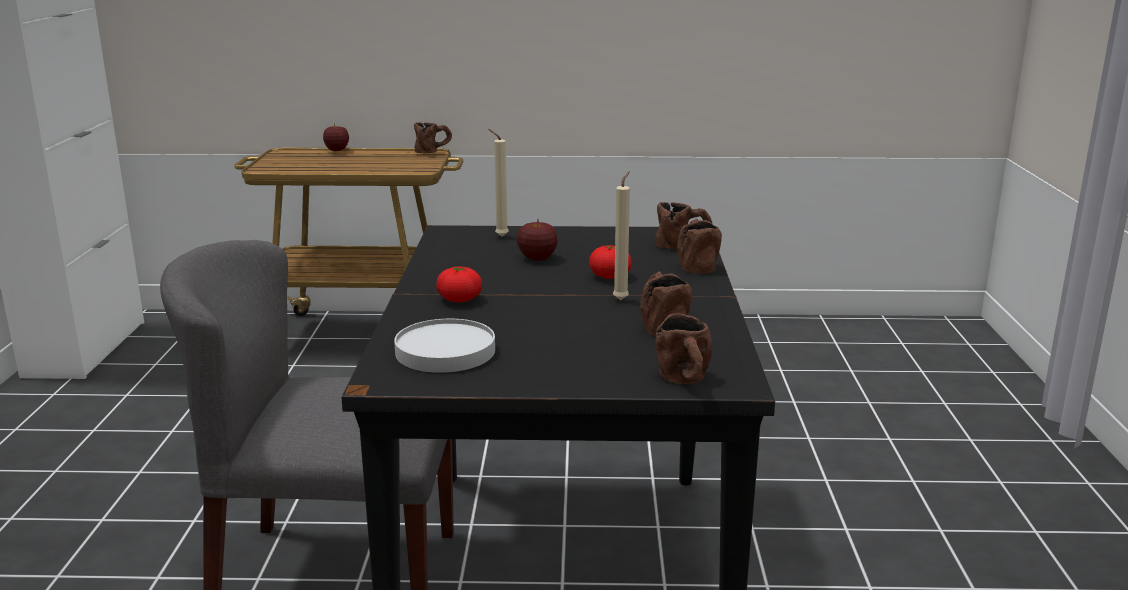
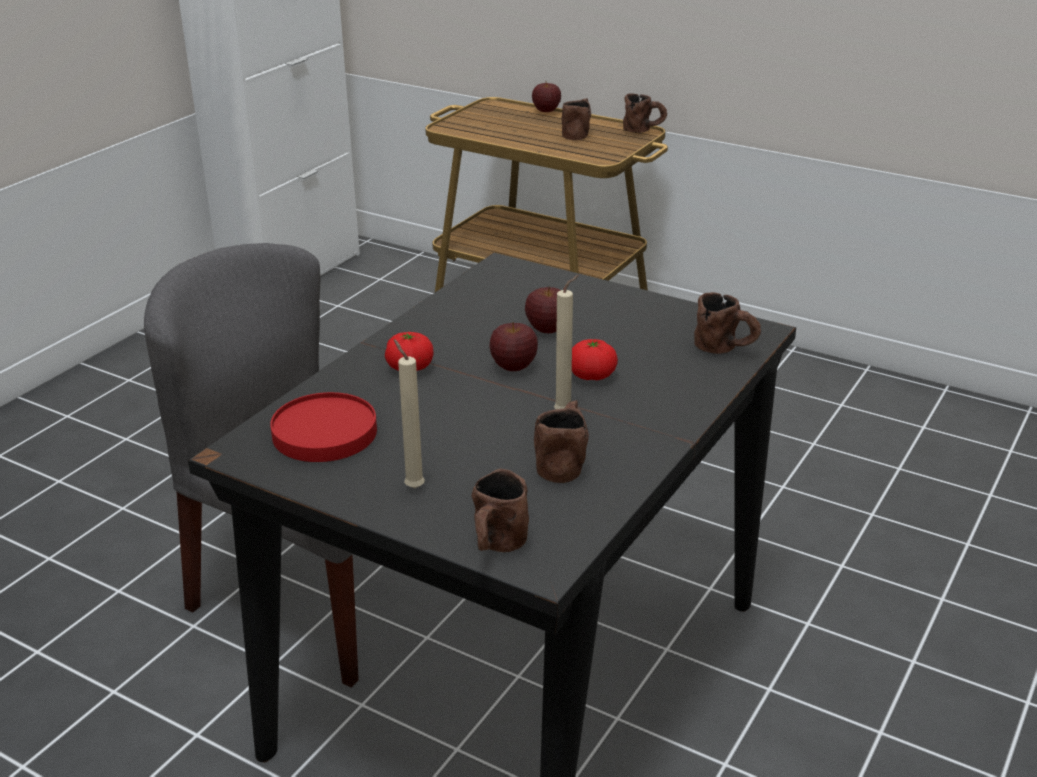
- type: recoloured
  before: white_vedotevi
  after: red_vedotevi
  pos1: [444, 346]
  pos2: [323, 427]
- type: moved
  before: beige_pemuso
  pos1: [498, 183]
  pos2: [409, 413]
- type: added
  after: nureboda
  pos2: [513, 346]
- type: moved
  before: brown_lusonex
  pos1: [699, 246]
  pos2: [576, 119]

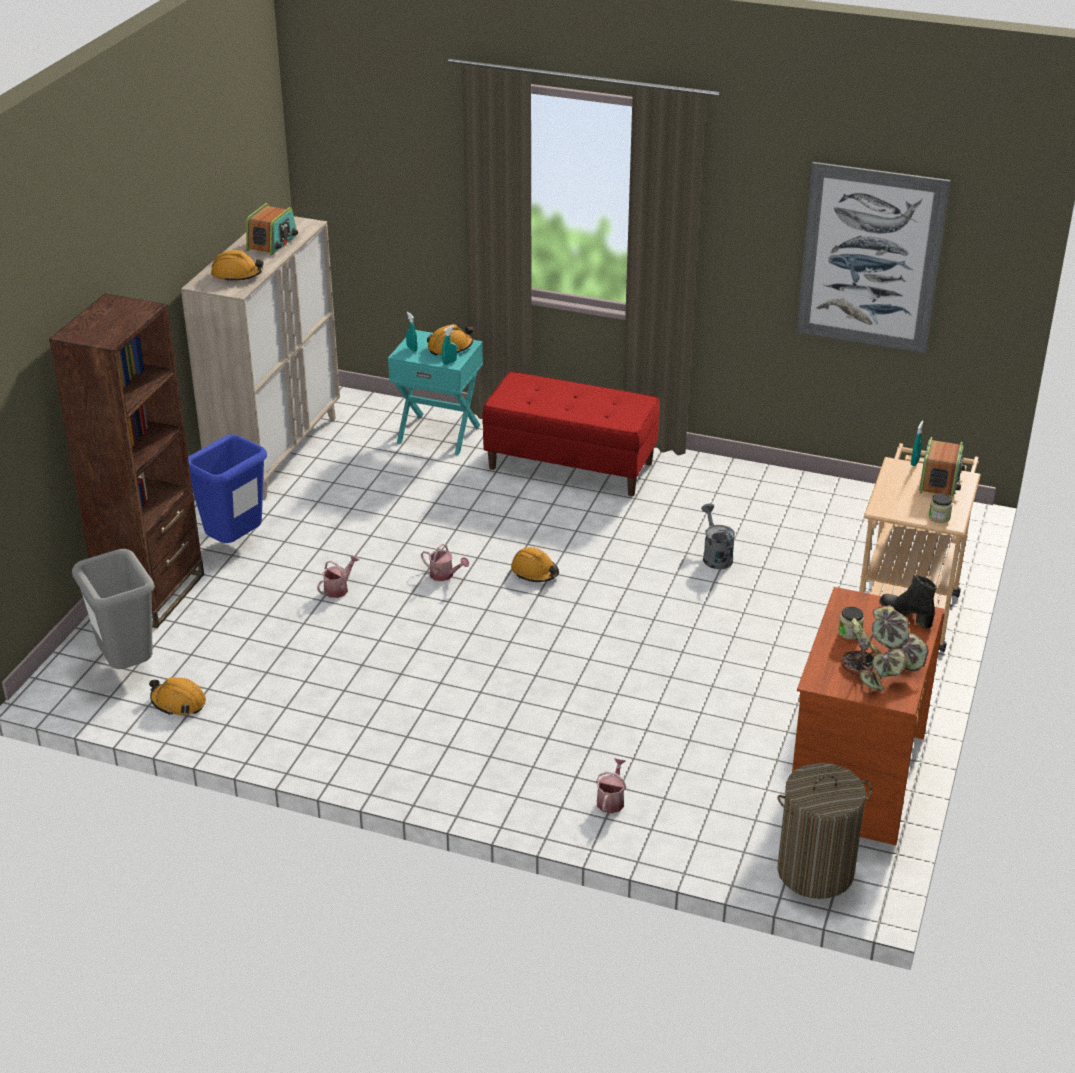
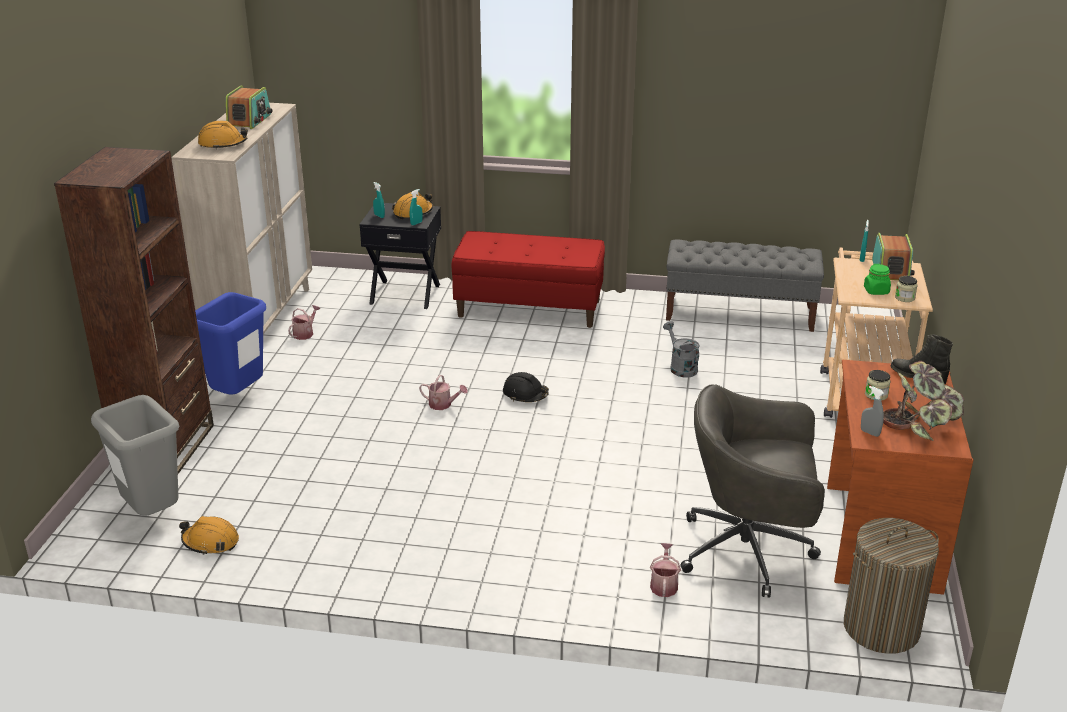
- type: moved
  before: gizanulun
  pos1: [338, 576]
  pos2: [304, 322]
- type: recoloured
  before: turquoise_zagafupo
  after: black_zagafupo
  pos1: [435, 392]
  pos2: [400, 256]
- type: recoloured
  before: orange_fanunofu
  after: black_fanunofu
  pos1: [535, 564]
  pos2: [526, 387]
- type: added
  after: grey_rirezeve
  pos2: [745, 286]
- type: added
  after: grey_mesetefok
  pos2: [752, 491]
- type: added
  after: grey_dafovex
  pos2: [872, 411]
- type: added
  after: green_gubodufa
  pos2: [877, 279]
- type: removed
  before: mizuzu
  pos1: [873, 257]

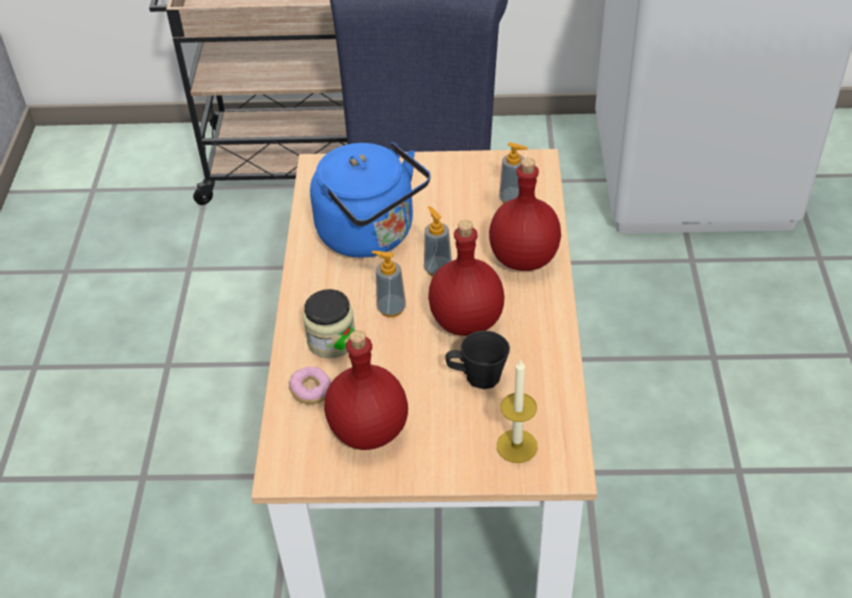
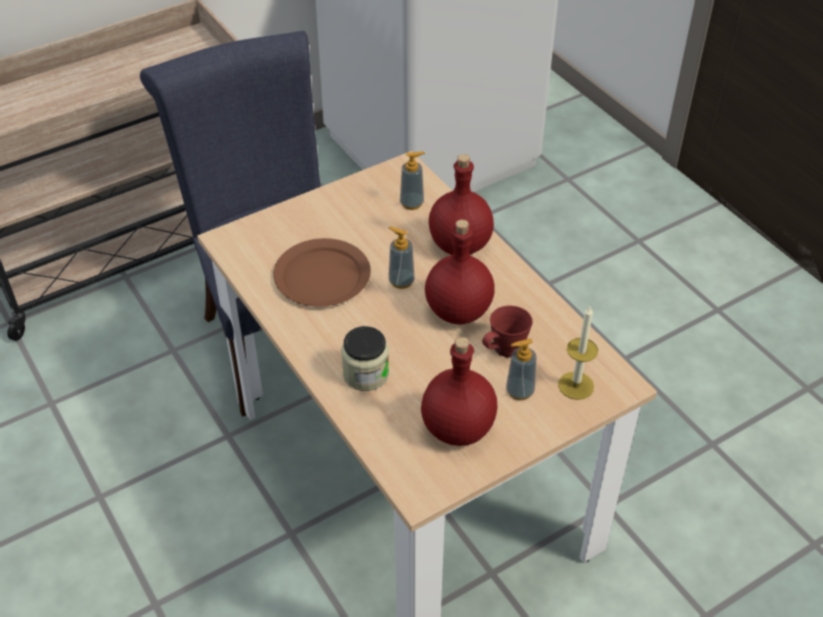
- type: replaced
  before: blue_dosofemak
  after: brown_vedotevi
  pos1: [370, 200]
  pos2: [322, 272]
- type: recoloured
  before: black_lusonex
  after: red_lusonex
  pos1: [477, 360]
  pos2: [507, 332]
- type: moved
  before: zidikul
  pos1: [389, 284]
  pos2: [521, 369]
- type: removed
  before: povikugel
  pos1: [310, 385]

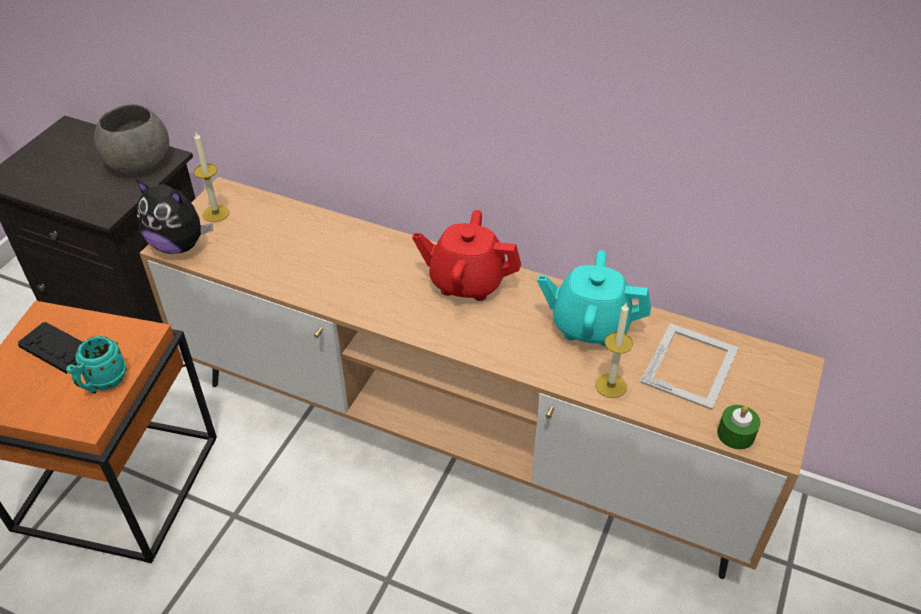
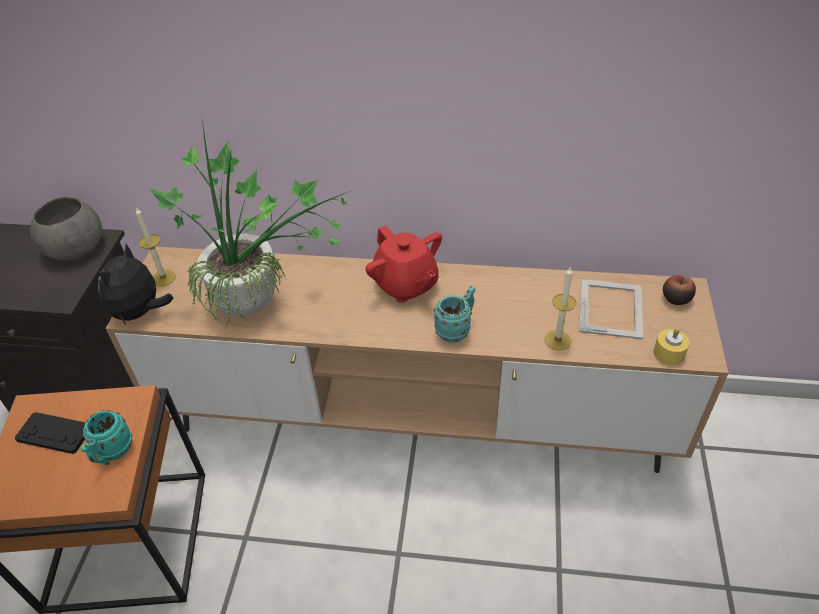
- type: turned
  before: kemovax
  pos1: [174, 216]
  pos2: [135, 284]
  turn: 105
- type: added
  after: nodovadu
  pos2: [249, 225]
- type: turned
  before: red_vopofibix
  pos1: [466, 255]
  pos2: [403, 264]
  turn: -120
- type: added
  after: turquoise_lusonex
  pos2: [454, 314]
- type: recoloured
  before: green_pemuso
  after: yellow_pemuso
  pos1: [739, 427]
  pos2: [671, 346]
- type: added
  after: nureboda
  pos2: [679, 290]
- type: removed
  before: turquoise_vopofibix
  pos1: [594, 298]

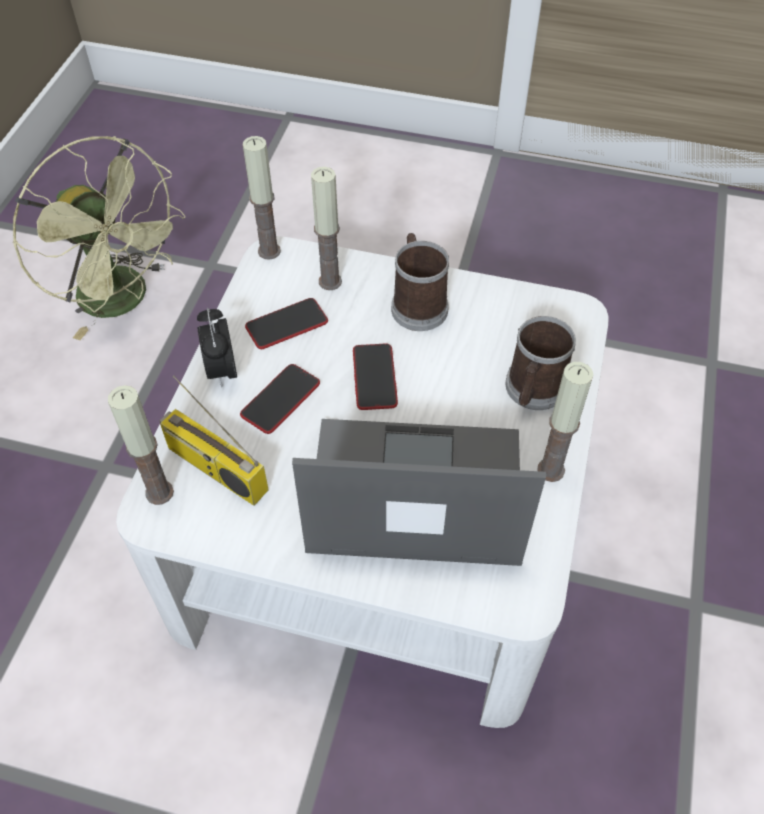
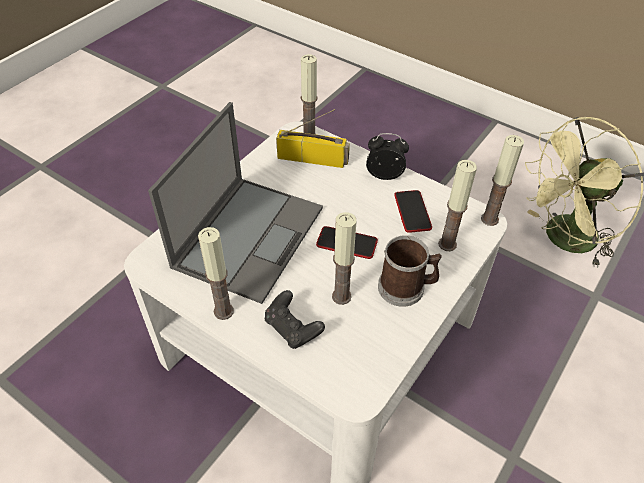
- type: replaced
  before: lusonex
  after: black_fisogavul
  pos1: [540, 363]
  pos2: [295, 319]
- type: turned
  before: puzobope
  pos1: [214, 440]
  pos2: [313, 138]
  turn: 45
- type: added
  after: pemuso
  pos2: [344, 258]
- type: removed
  before: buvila
  pos1: [280, 399]

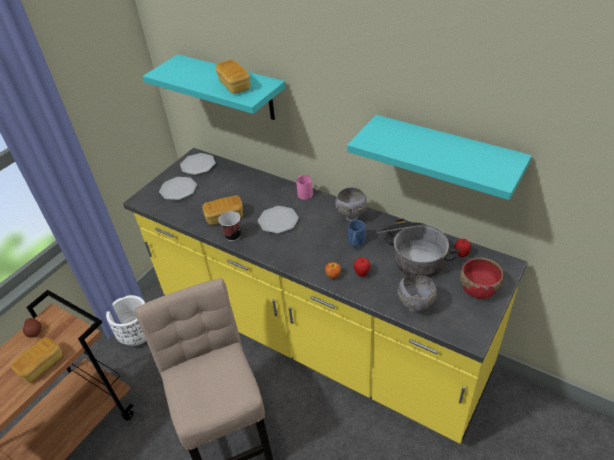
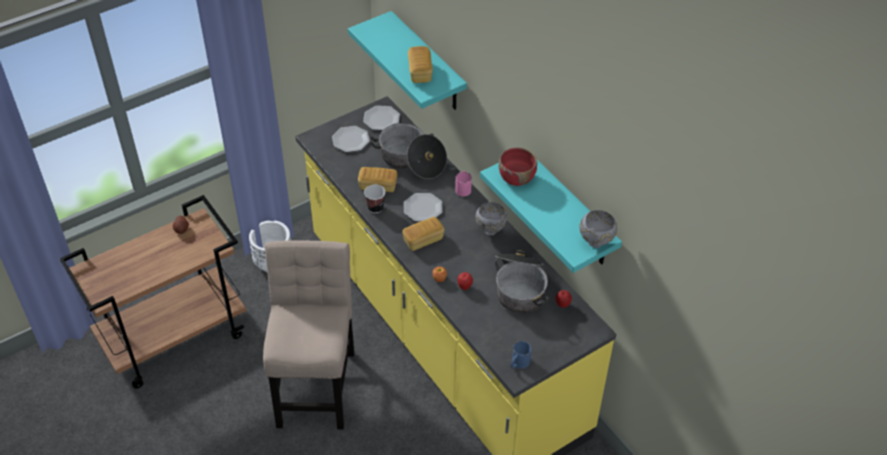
- type: added
  after: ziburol
  pos2: [408, 151]
- type: moved
  before: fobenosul
  pos1: [36, 360]
  pos2: [423, 234]
- type: moved
  before: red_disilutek
  pos1: [481, 278]
  pos2: [518, 167]
- type: moved
  before: blue_lusonex
  pos1: [356, 234]
  pos2: [521, 355]
- type: moved
  before: grey_disilutek
  pos1: [417, 293]
  pos2: [598, 229]

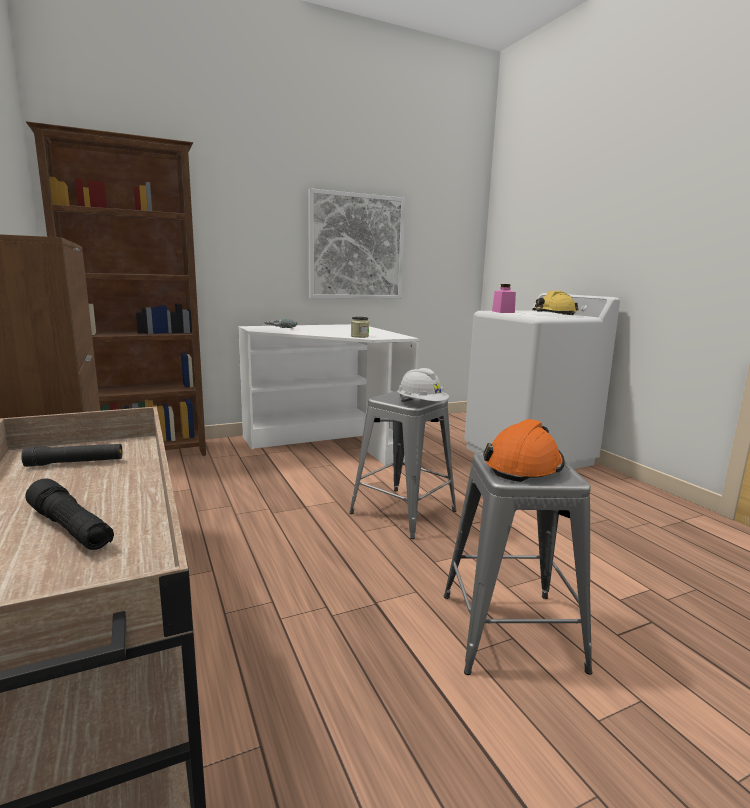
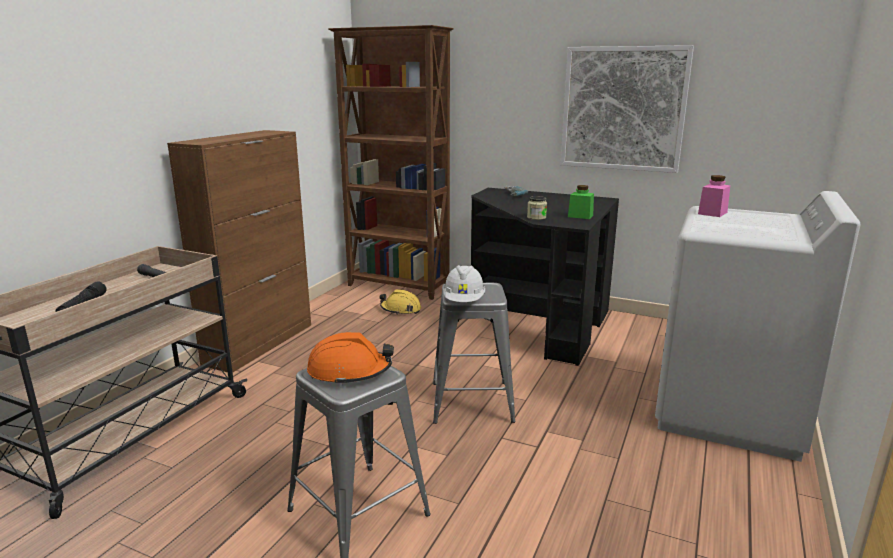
- type: moved
  before: yellow_fanunofu
  pos1: [555, 303]
  pos2: [400, 302]
- type: recoloured
  before: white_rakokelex
  after: black_rakokelex
  pos1: [328, 395]
  pos2: [545, 277]
- type: added
  after: green_gubodufa
  pos2: [581, 202]

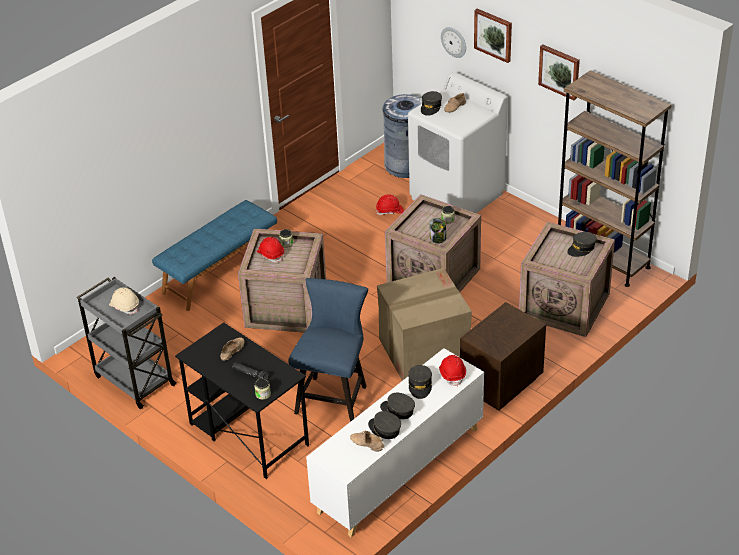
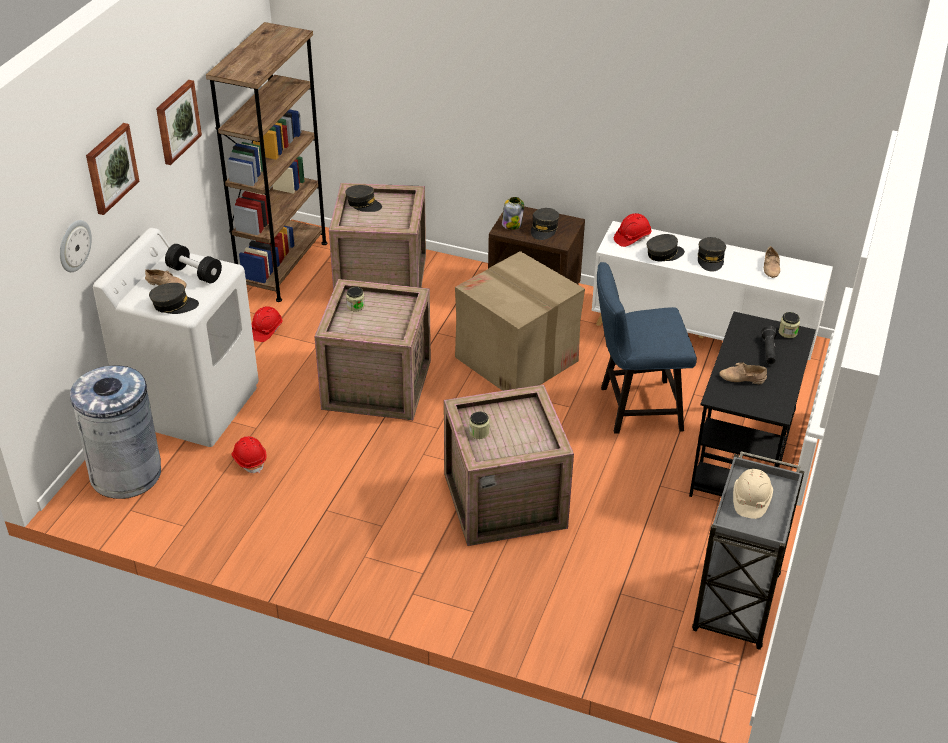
- type: added
  after: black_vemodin
  pos2: [193, 263]
- type: moved
  before: red_fanunofu
  pos1: [270, 250]
  pos2: [267, 324]
- type: moved
  before: gubodufa
  pos1: [438, 231]
  pos2: [513, 213]
- type: moved
  before: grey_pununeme
  pos1: [384, 425]
  pos2: [545, 224]
- type: removed
  before: blue_rirezeve
  pos1: [214, 255]

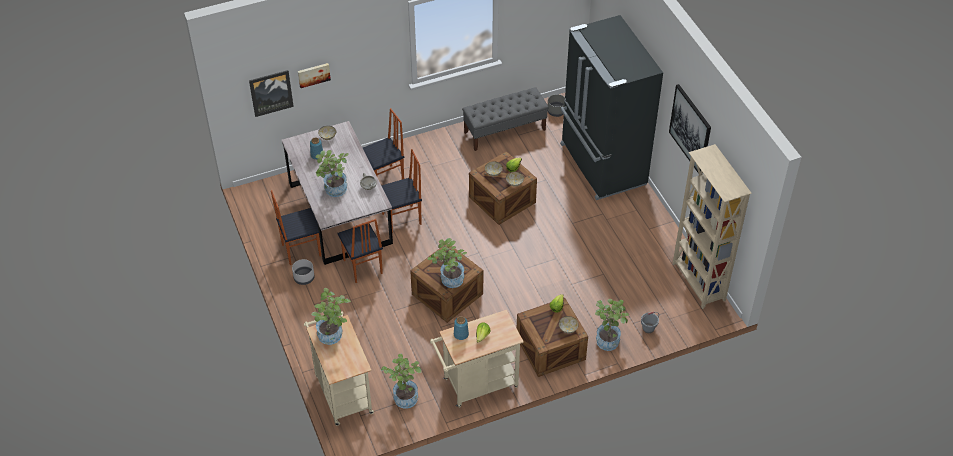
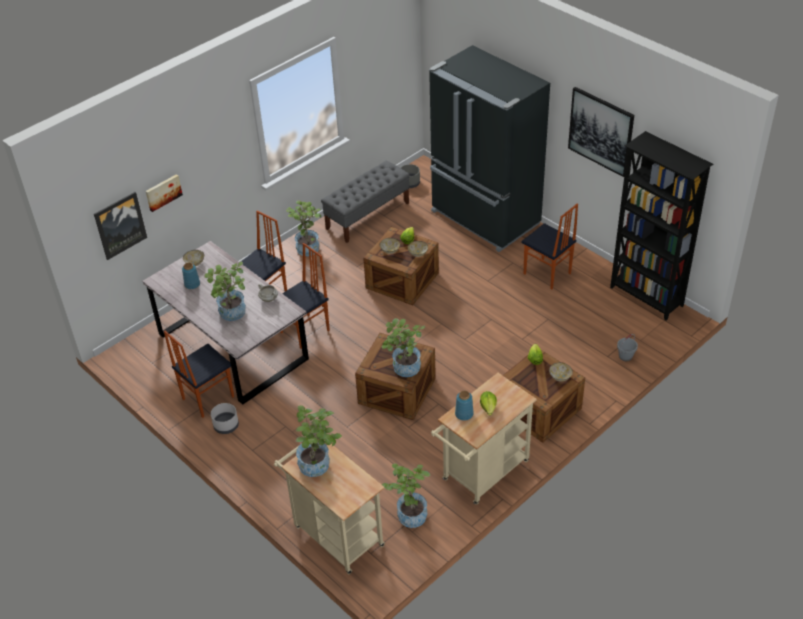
- type: moved
  before: nodovadu
  pos1: [612, 325]
  pos2: [303, 228]
- type: moved
  before: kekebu
  pos1: [360, 251]
  pos2: [549, 246]
- type: recoloured
  before: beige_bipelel
  after: black_bipelel
  pos1: [712, 226]
  pos2: [661, 226]

